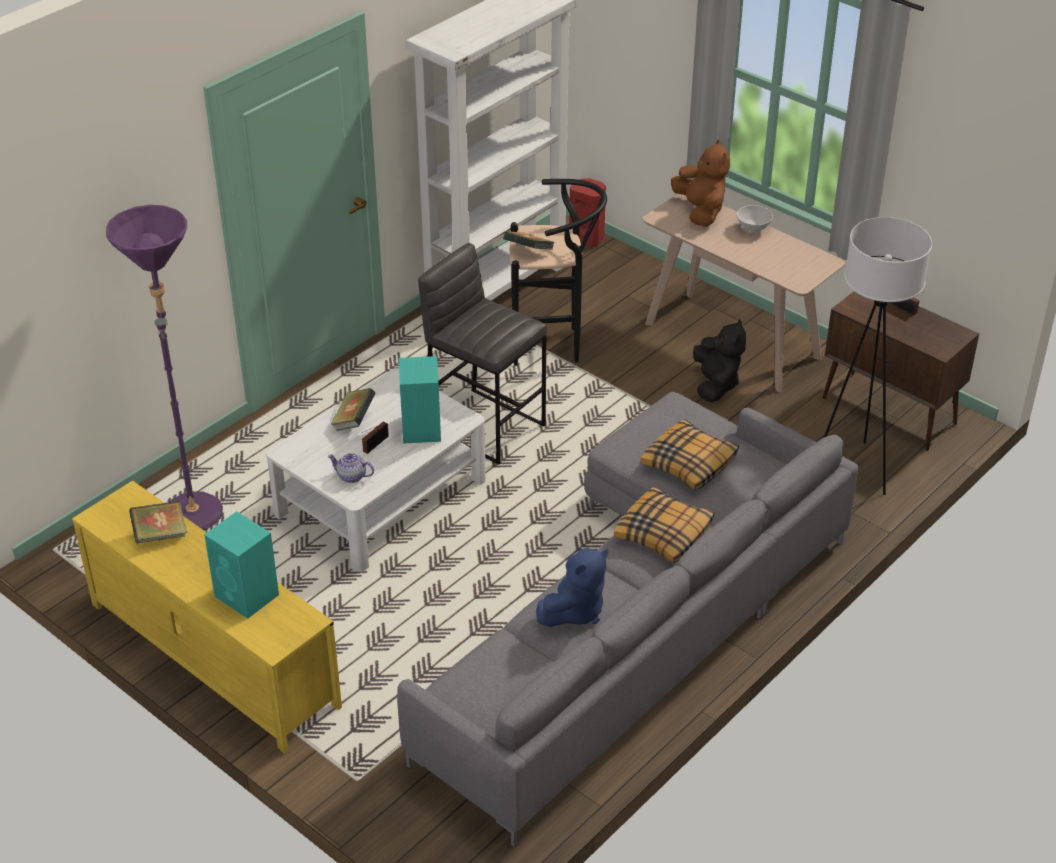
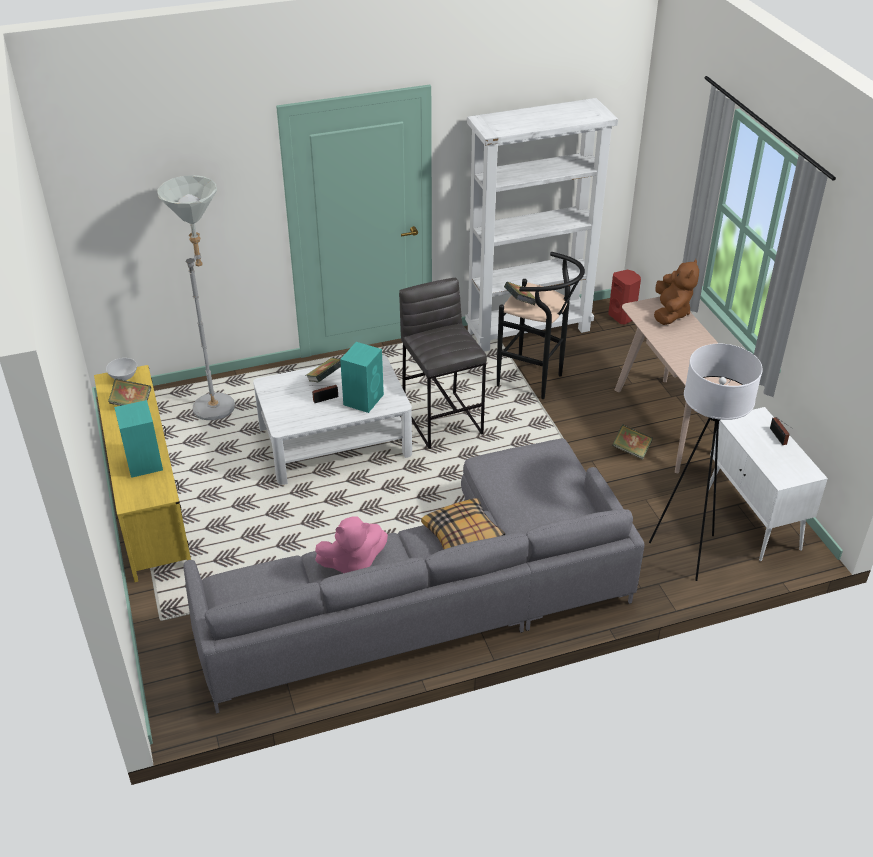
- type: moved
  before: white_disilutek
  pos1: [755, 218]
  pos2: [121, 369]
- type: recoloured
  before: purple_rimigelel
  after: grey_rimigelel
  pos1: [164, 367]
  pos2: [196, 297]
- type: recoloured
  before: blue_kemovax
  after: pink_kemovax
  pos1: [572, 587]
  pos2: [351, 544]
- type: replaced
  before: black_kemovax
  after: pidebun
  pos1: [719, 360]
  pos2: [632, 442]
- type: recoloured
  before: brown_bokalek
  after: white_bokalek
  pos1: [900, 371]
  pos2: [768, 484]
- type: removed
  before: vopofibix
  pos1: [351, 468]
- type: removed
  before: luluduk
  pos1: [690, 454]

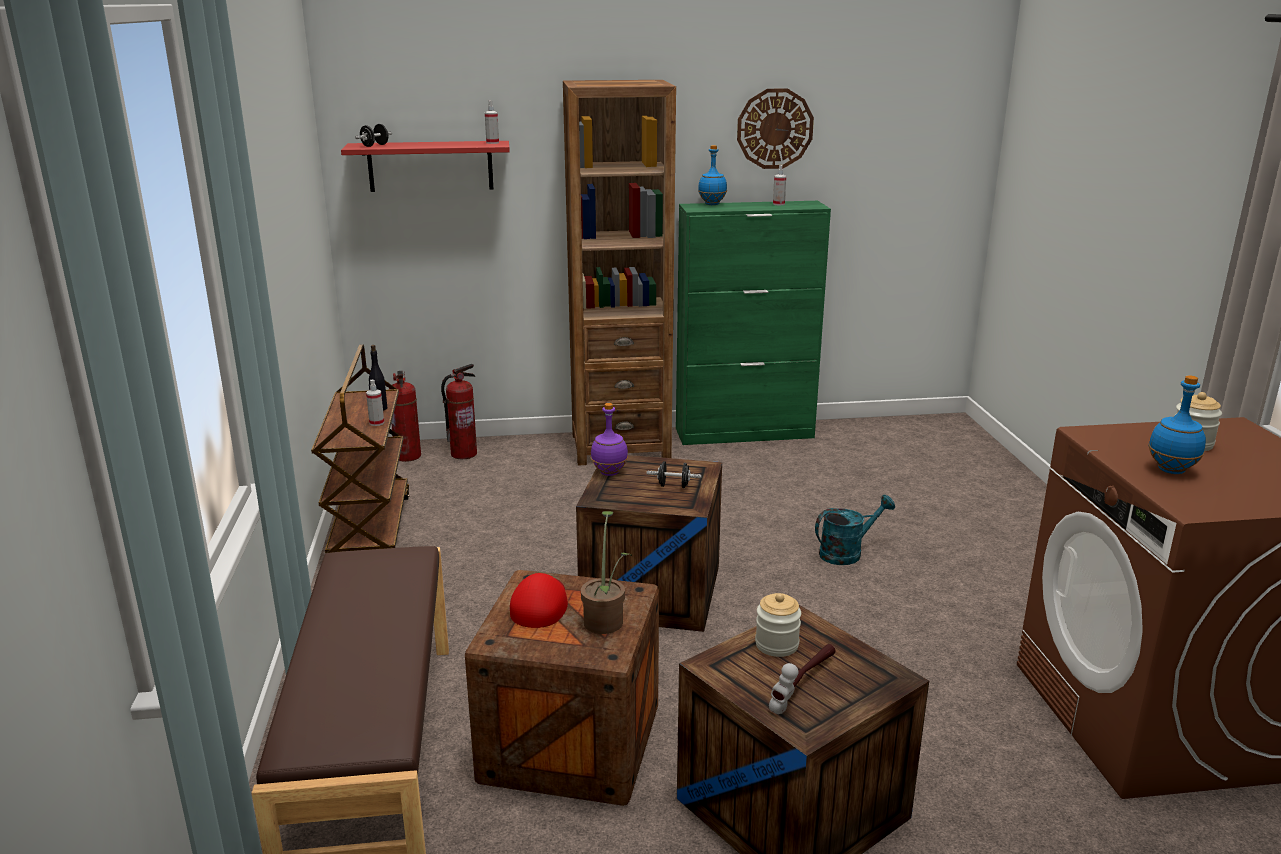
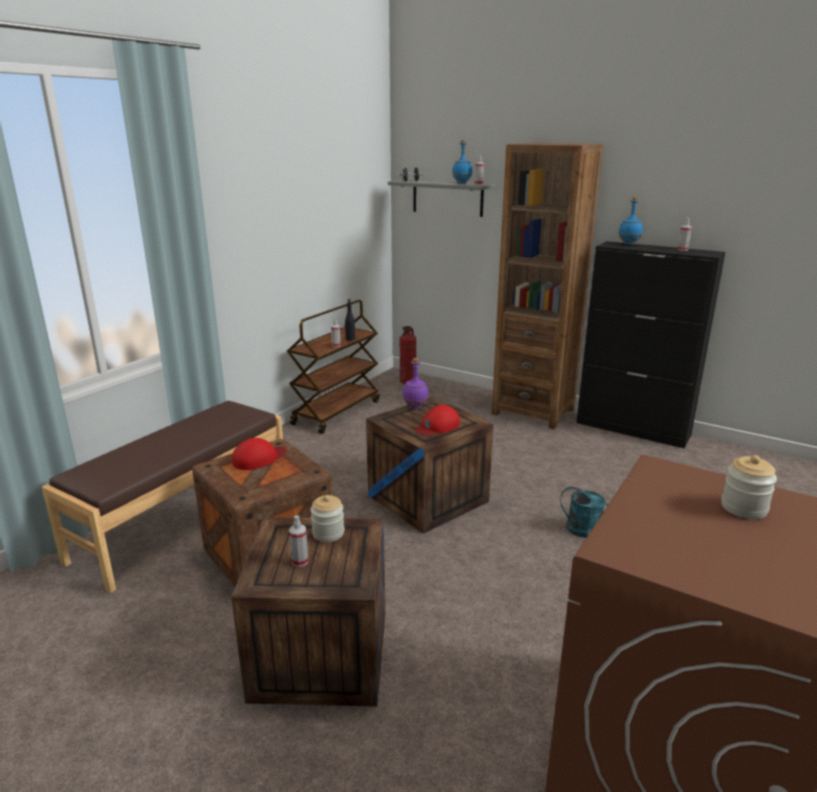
- type: replaced
  before: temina
  after: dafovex
  pos1: [802, 679]
  pos2: [298, 541]
- type: recoloured
  before: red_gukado
  after: grey_gukado
  pos1: [425, 166]
  pos2: [441, 198]
- type: replaced
  before: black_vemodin
  after: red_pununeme
  pos1: [674, 474]
  pos2: [437, 420]
- type: moved
  before: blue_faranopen
  pos1: [1177, 424]
  pos2: [462, 162]
- type: recoloured
  before: green_bokalek
  after: black_bokalek
  pos1: [753, 323]
  pos2: [651, 344]
- type: removed
  before: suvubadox
  pos1: [459, 411]
- type: removed
  before: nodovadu
  pos1: [606, 572]
- type: removed
  before: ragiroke
  pos1: [775, 128]

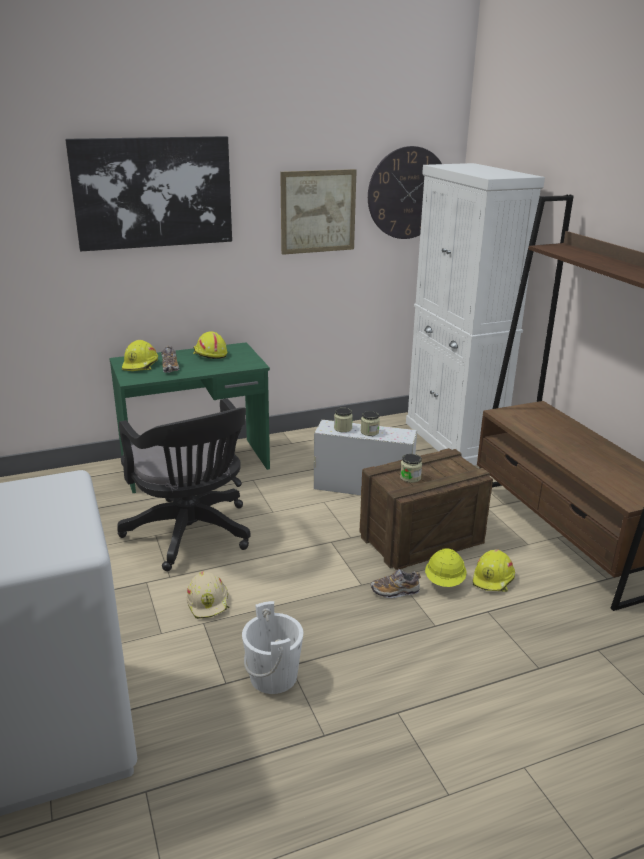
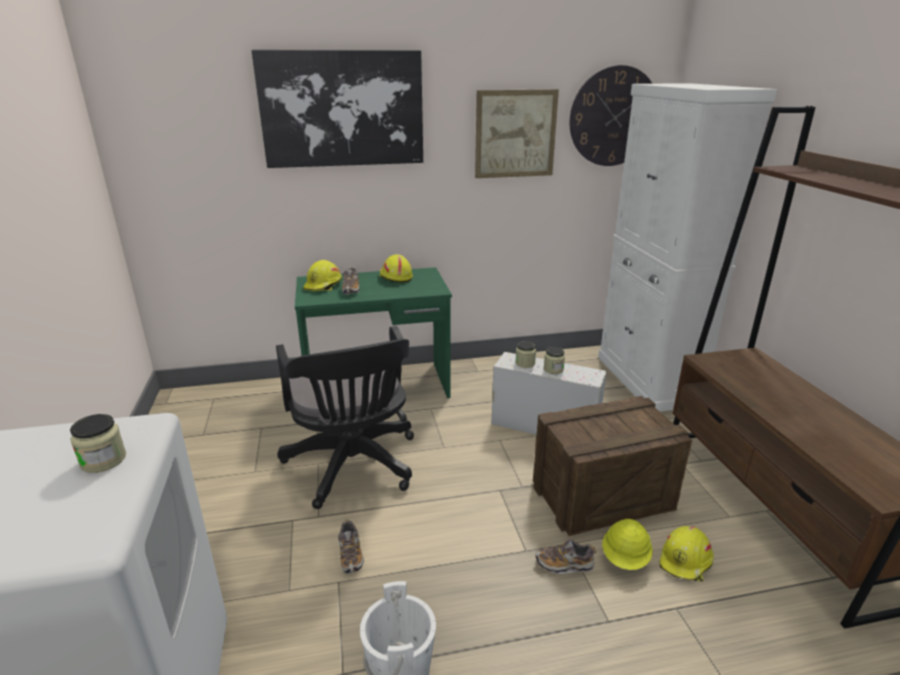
- type: moved
  before: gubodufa
  pos1: [411, 468]
  pos2: [98, 443]
- type: replaced
  before: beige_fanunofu
  after: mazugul
  pos1: [208, 595]
  pos2: [351, 546]

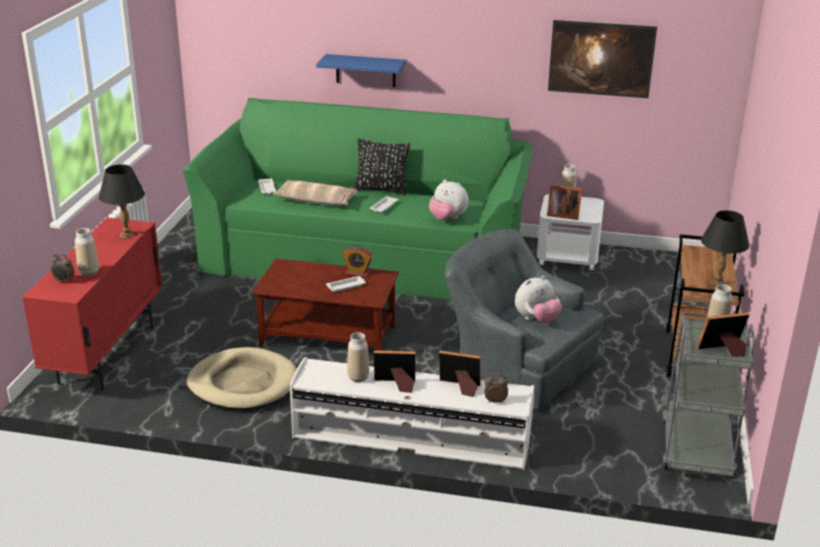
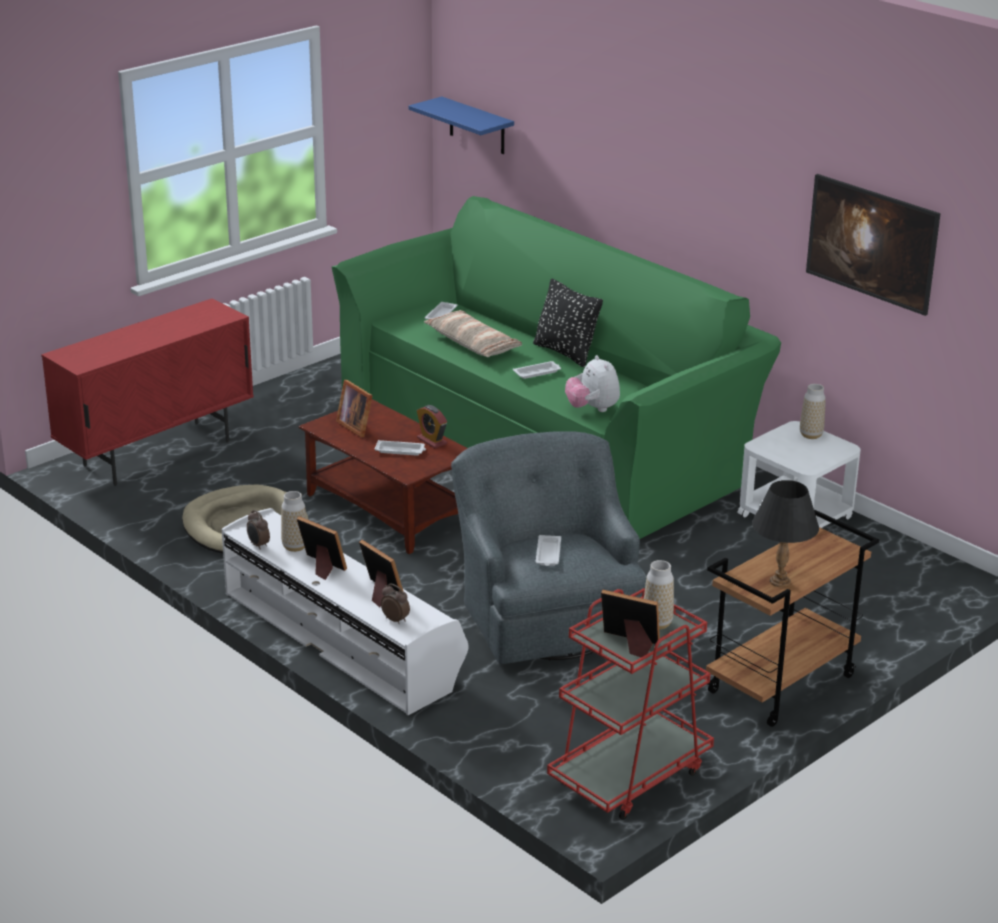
- type: moved
  before: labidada
  pos1: [62, 268]
  pos2: [258, 530]
- type: moved
  before: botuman
  pos1: [564, 202]
  pos2: [354, 408]
- type: moved
  before: blue_gukado
  pos1: [361, 70]
  pos2: [461, 125]
- type: replaced
  before: kemovax
  after: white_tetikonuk
  pos1: [538, 299]
  pos2: [548, 550]
- type: recoloured
  before: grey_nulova
  after: red_nulova
  pos1: [708, 395]
  pos2: [630, 704]
- type: removed
  before: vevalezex
  pos1: [87, 252]
- type: removed
  before: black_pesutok
  pos1: [122, 201]

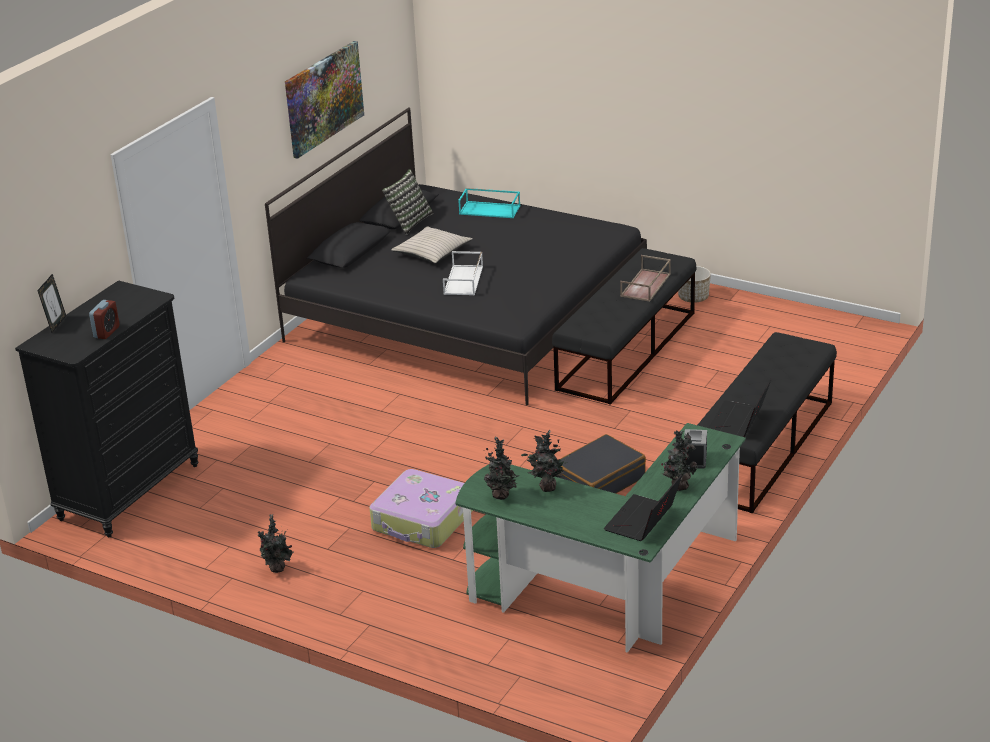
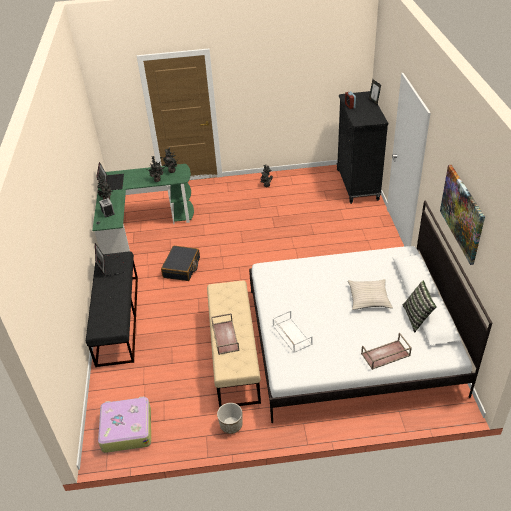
- type: moved
  before: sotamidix
  pos1: [421, 508]
  pos2: [124, 424]
- type: recoloured
  before: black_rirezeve
  after: beige_rirezeve
  pos1: [624, 326]
  pos2: [234, 344]
- type: recoloured
  before: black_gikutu
  after: white_gikutu
  pos1: [456, 256]
  pos2: [370, 312]
- type: moved
  before: white_tetikonuk
  pos1: [463, 273]
  pos2: [293, 331]
- type: recoloured
  before: turquoise_tetikonuk
  after: brown_tetikonuk
  pos1: [489, 203]
  pos2: [386, 351]

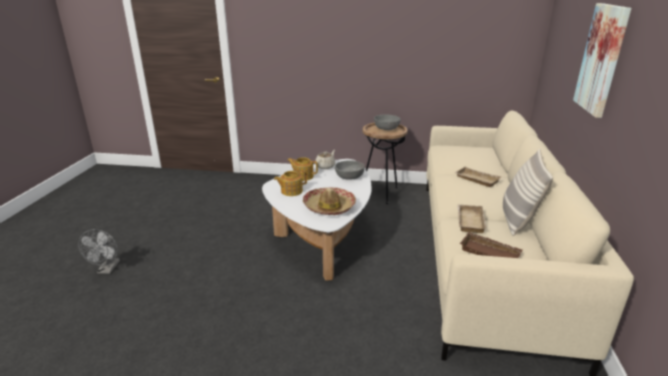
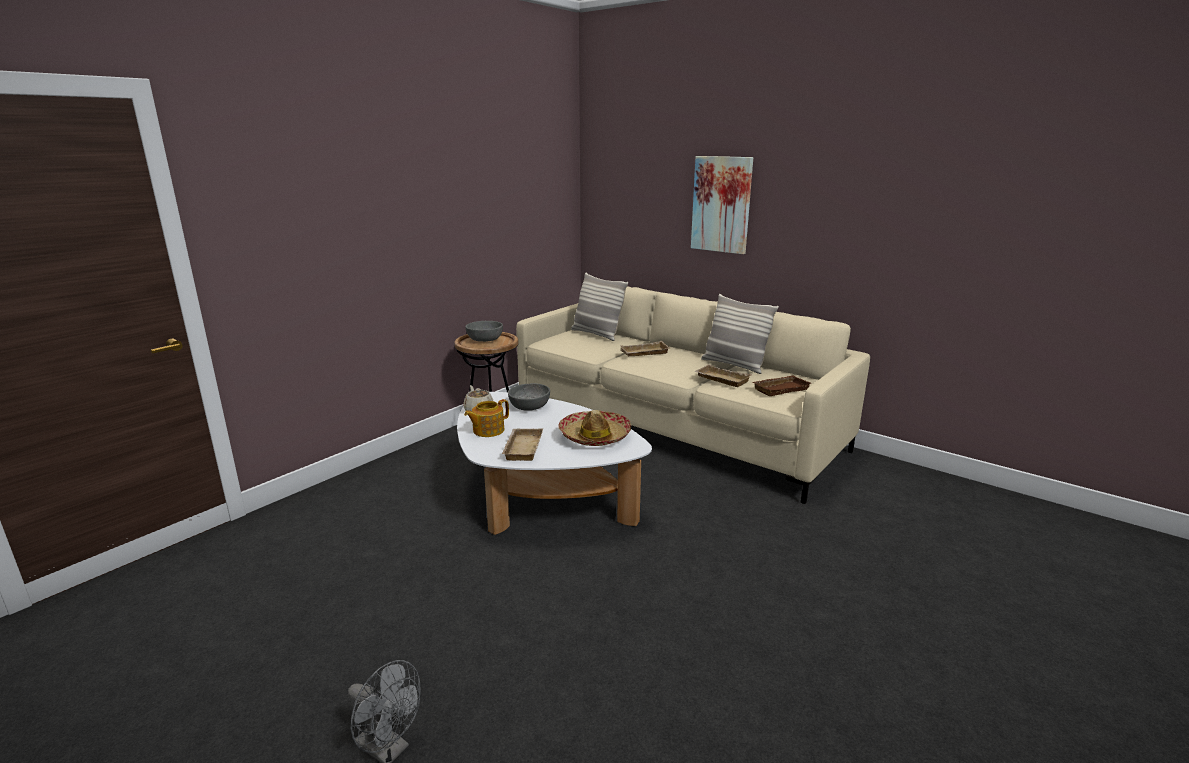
- type: replaced
  before: vopofibix
  after: beige_tetikonuk
  pos1: [290, 183]
  pos2: [522, 444]
- type: added
  after: luluduk
  pos2: [599, 307]

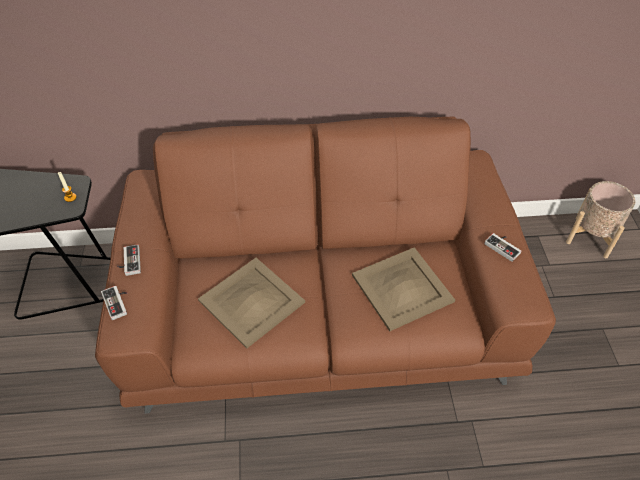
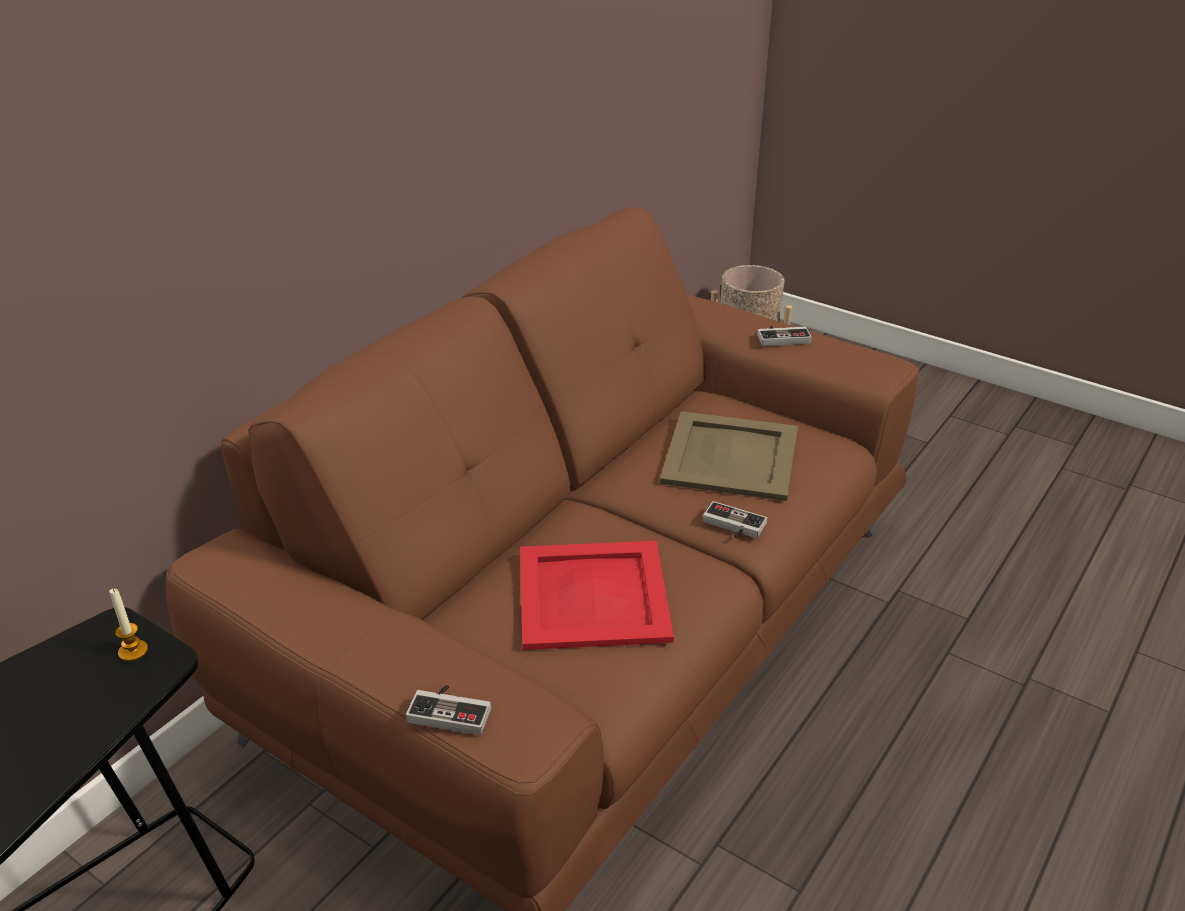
- type: recoloured
  before: beige_tetikonuk
  after: red_tetikonuk
  pos1: [251, 303]
  pos2: [597, 595]
- type: moved
  before: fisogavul
  pos1: [129, 260]
  pos2: [735, 519]

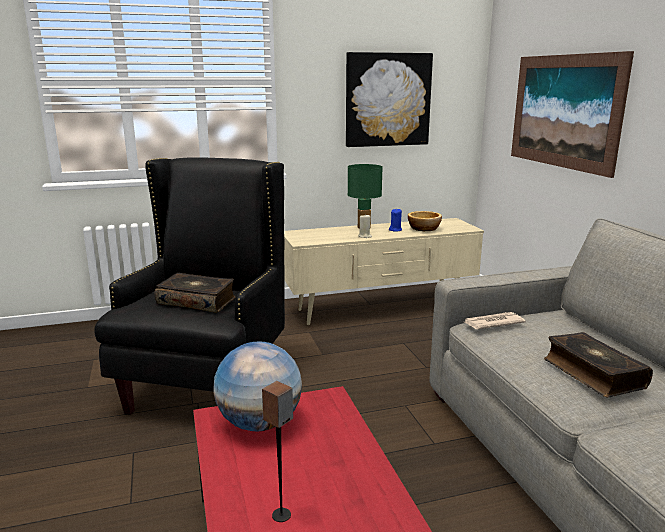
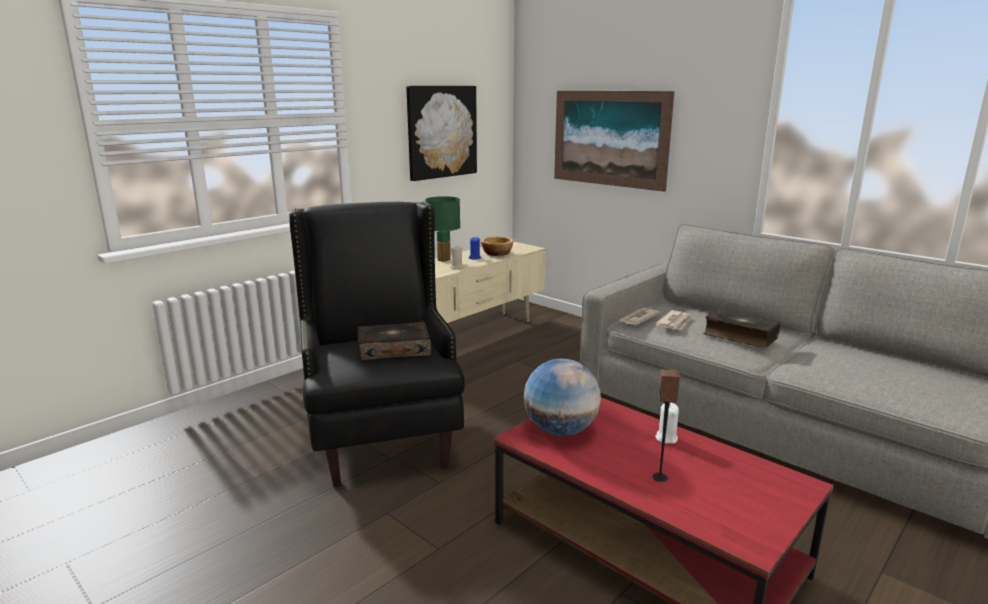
- type: added
  after: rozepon
  pos2: [673, 320]
- type: added
  after: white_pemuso
  pos2: [667, 423]

